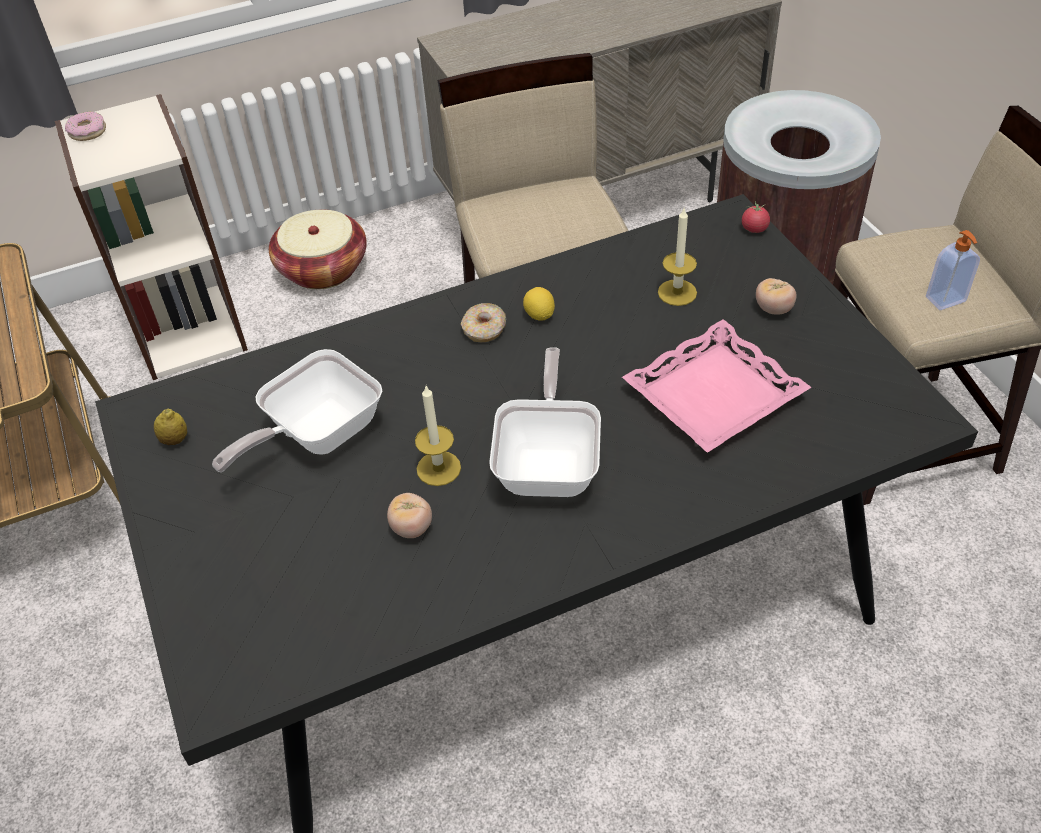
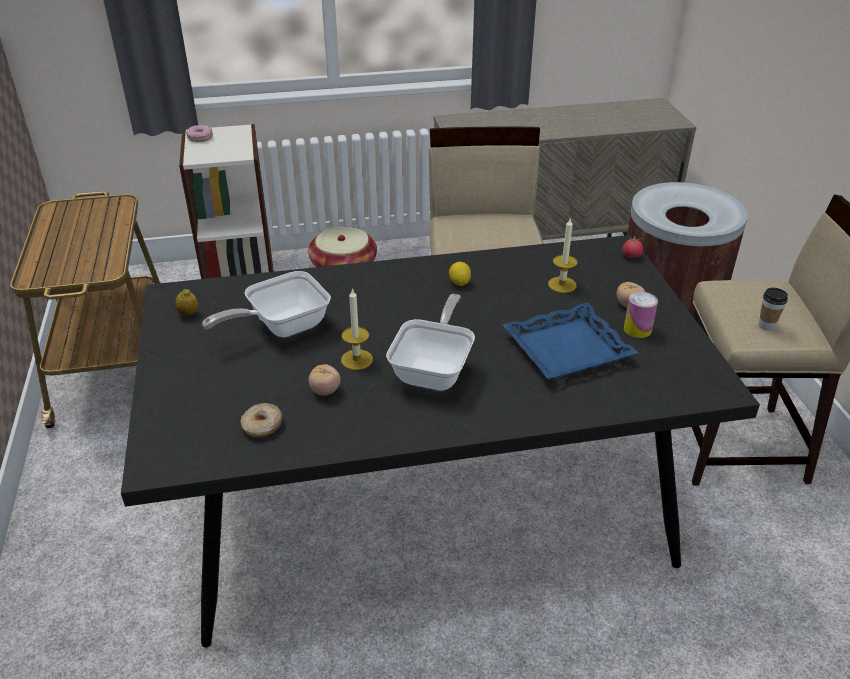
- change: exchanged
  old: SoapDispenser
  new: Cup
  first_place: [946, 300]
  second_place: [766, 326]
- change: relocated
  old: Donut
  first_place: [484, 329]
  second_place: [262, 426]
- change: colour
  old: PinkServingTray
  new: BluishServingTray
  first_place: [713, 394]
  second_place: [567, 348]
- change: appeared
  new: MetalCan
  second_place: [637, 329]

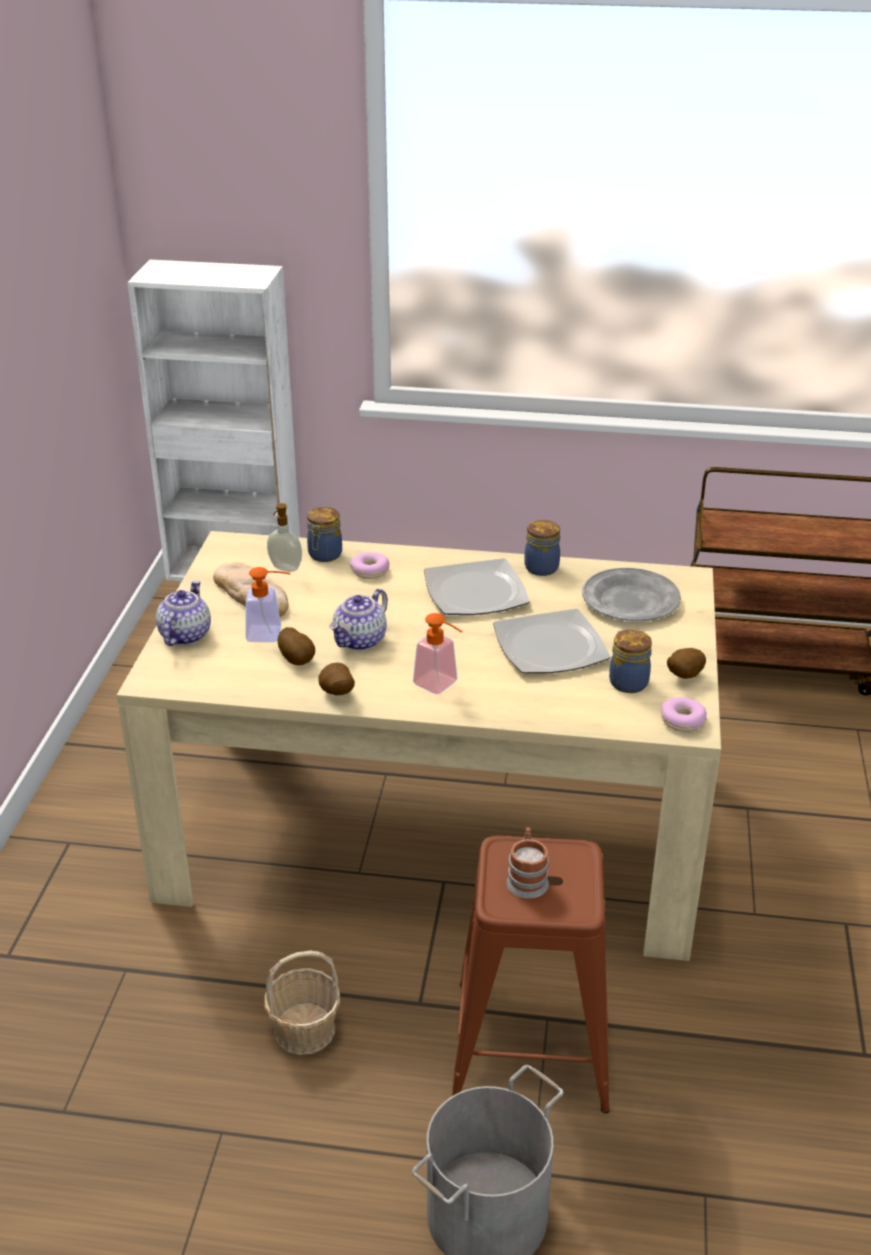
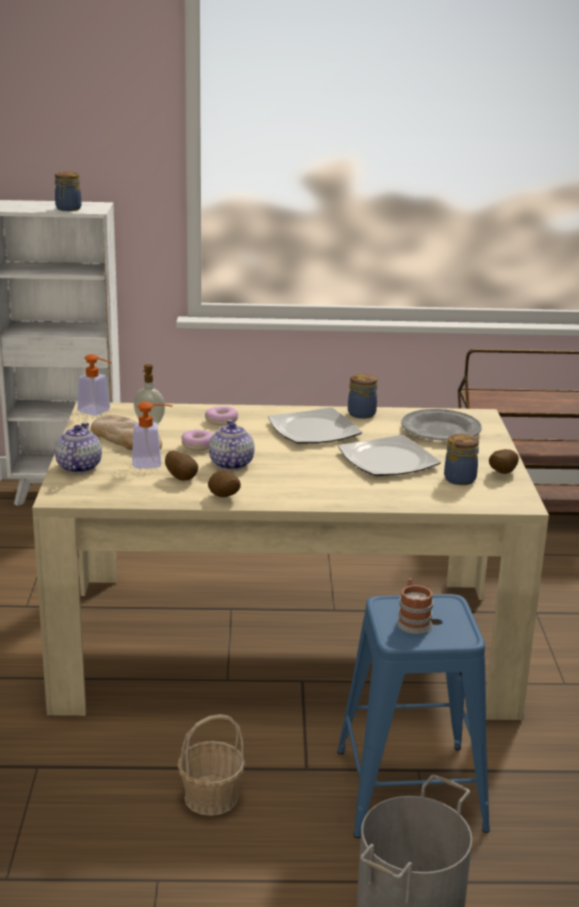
- change: relocated
  old: StorageJar
  first_place: [324, 555]
  second_place: [68, 209]
- change: spun
  old: PotForTea
  first_place: [360, 641]
  second_place: [230, 464]
  degrees: 150
- change: relocated
  old: SoapDispenser
  first_place: [441, 685]
  second_place: [98, 412]
- change: relocated
  old: Donut
  first_place: [682, 721]
  second_place: [198, 446]
- change: colour
  old: BrownColouredStoolSeat
  new: BluishStoolSeat
  first_place: [531, 1044]
  second_place: [410, 789]

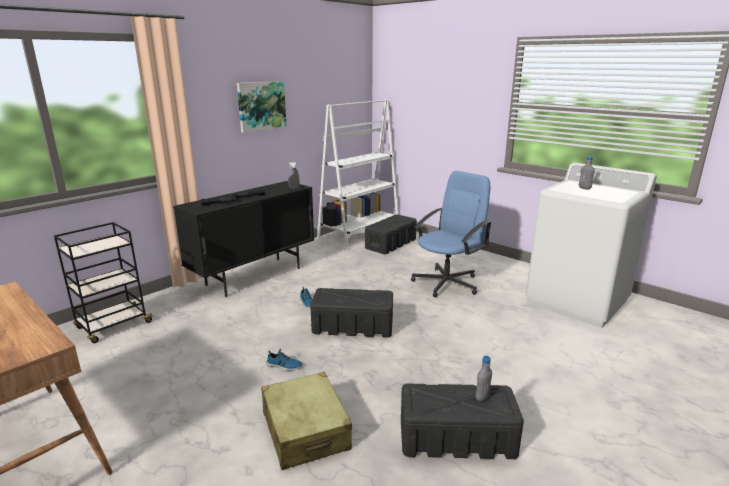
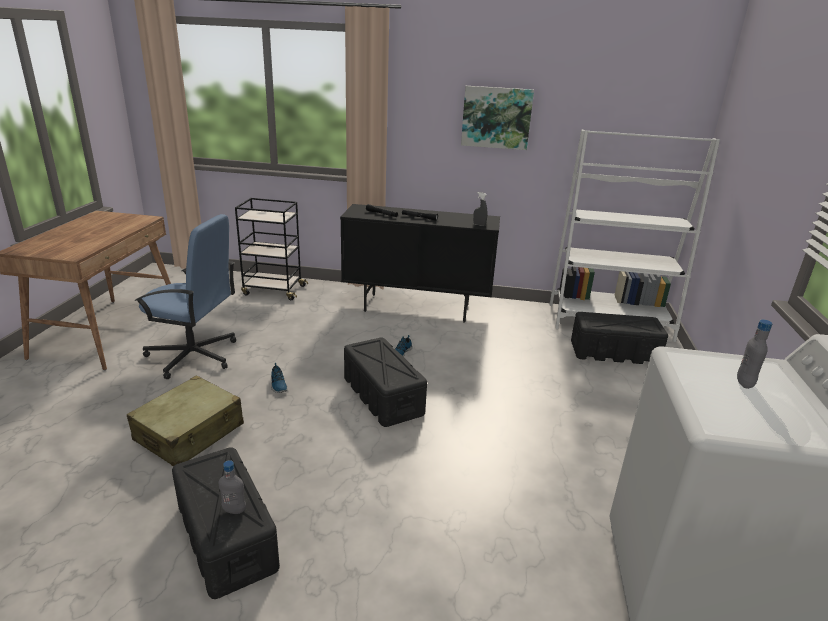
- change: relocated
  old: BluishComputerChair
  first_place: [447, 283]
  second_place: [194, 356]

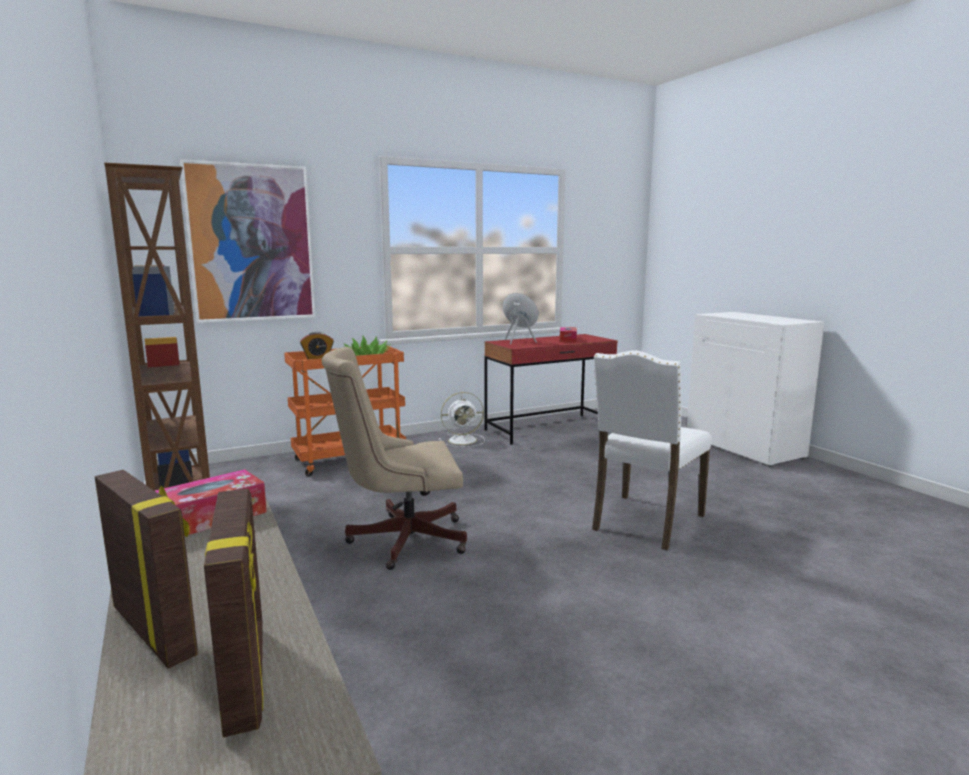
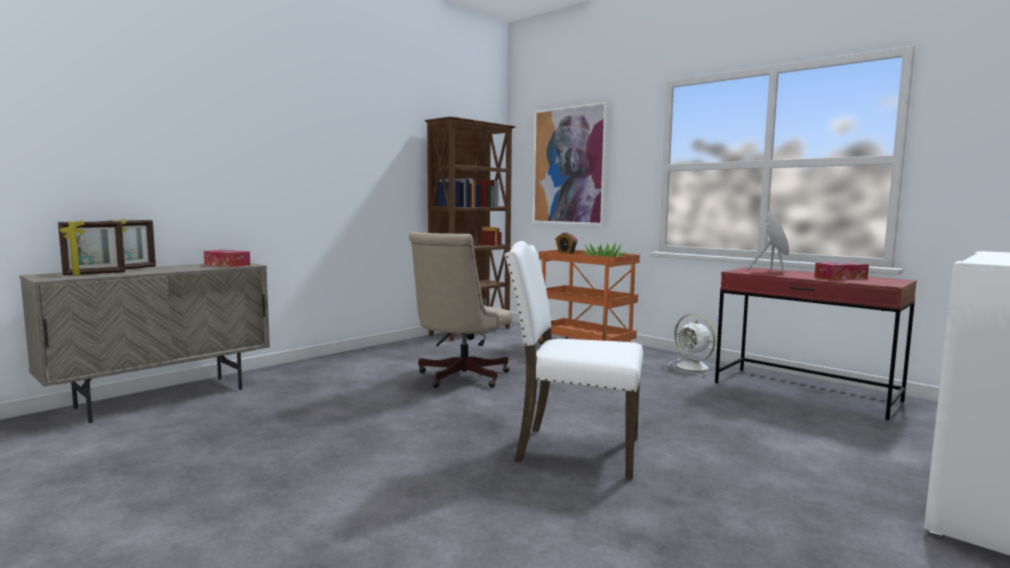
- change: spun
  old: SandColouredComputerChair
  first_place: [400, 539]
  second_place: [459, 378]
  degrees: -120

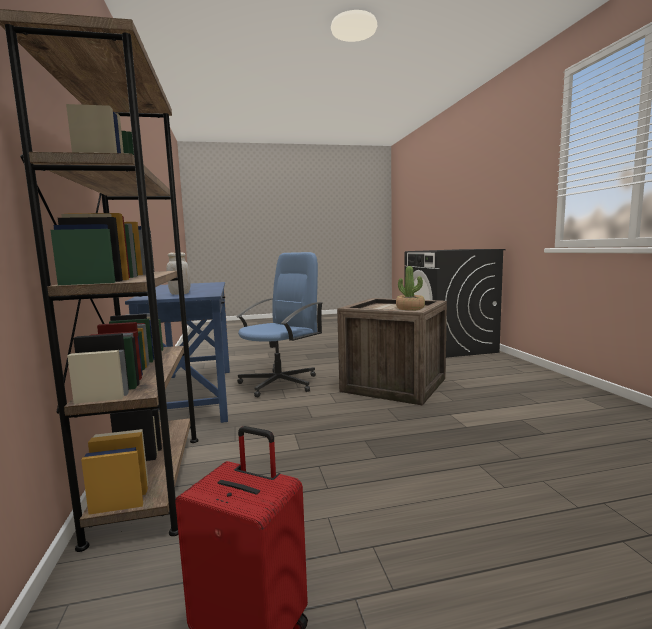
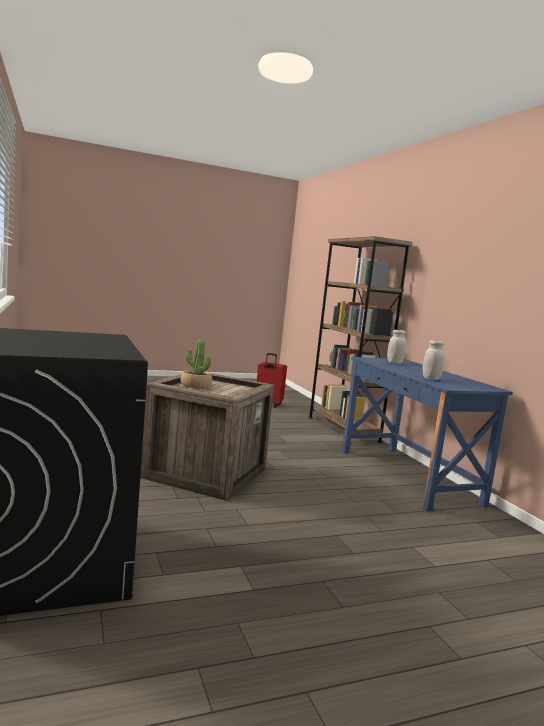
- change: missing
  old: BluishComputerChair
  first_place: [280, 383]
- change: appeared
  new: WhiteStorageJar
  second_place: [431, 379]

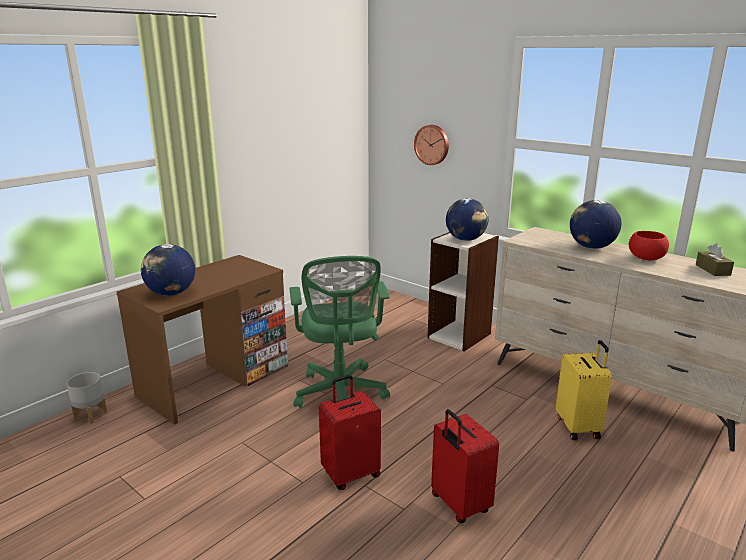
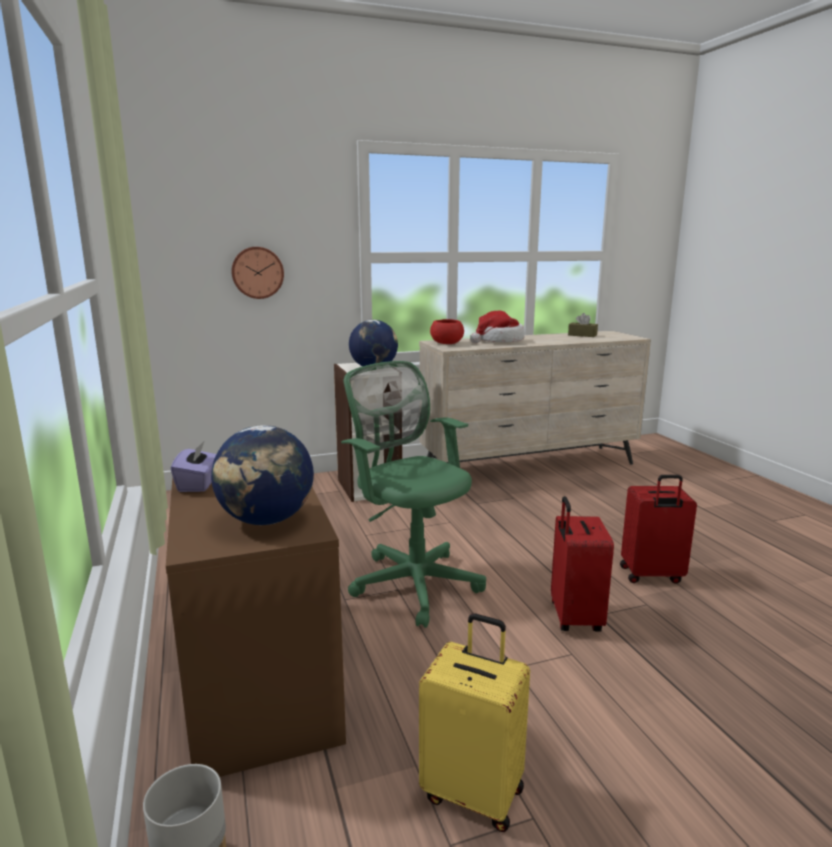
- change: exchanged
  old: WorldGlobe
  new: Hat
  first_place: [591, 247]
  second_place: [498, 341]
- change: relocated
  old: RedColouredDeepDish
  first_place: [645, 258]
  second_place: [447, 343]
- change: spun
  old: GreenColouredComputerChair
  first_place: [340, 395]
  second_place: [412, 581]
  degrees: -150
- change: relocated
  old: YellowColouredSuitcase
  first_place: [578, 427]
  second_place: [474, 792]
- change: appeared
  new: PurplishTissueBox
  second_place: [198, 484]

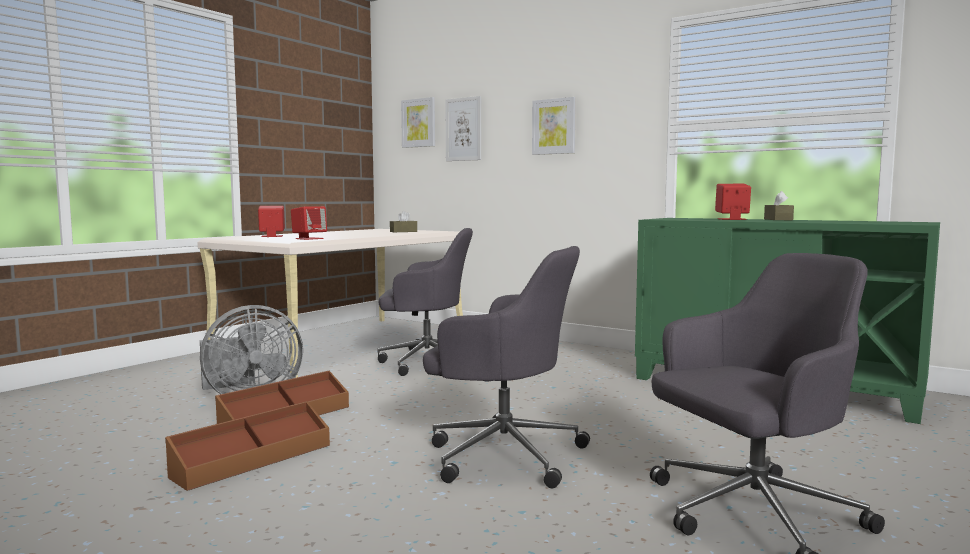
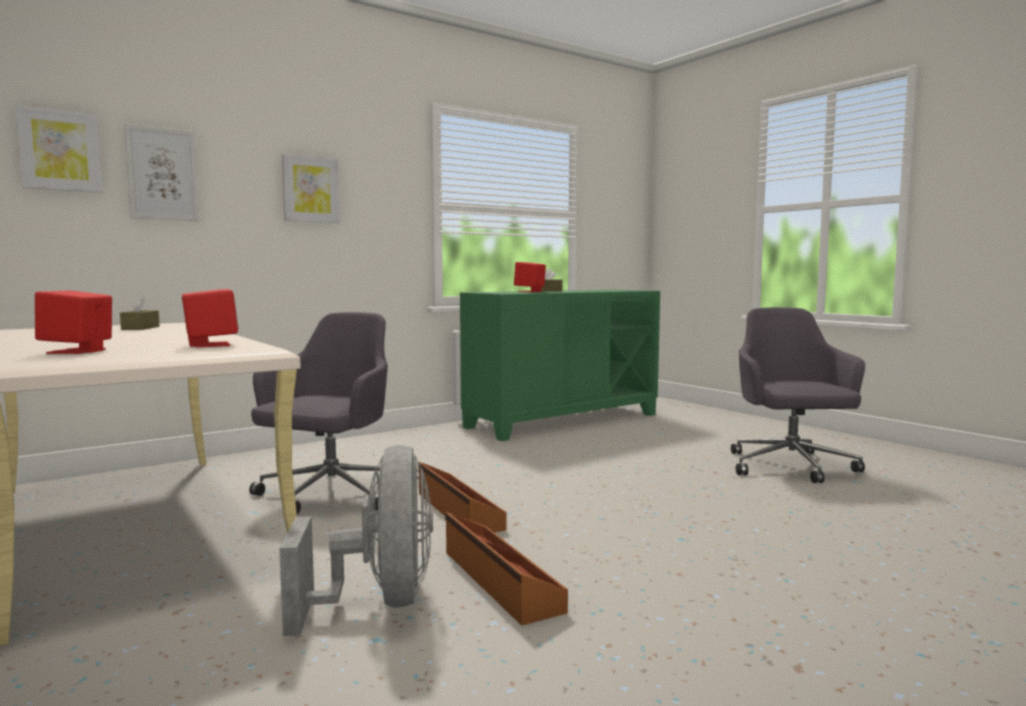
- change: missing
  old: GrayComputerChair
  first_place: [502, 454]
- change: relocated
  old: BrownColouredStorageContainer
  first_place: [252, 460]
  second_place: [457, 511]

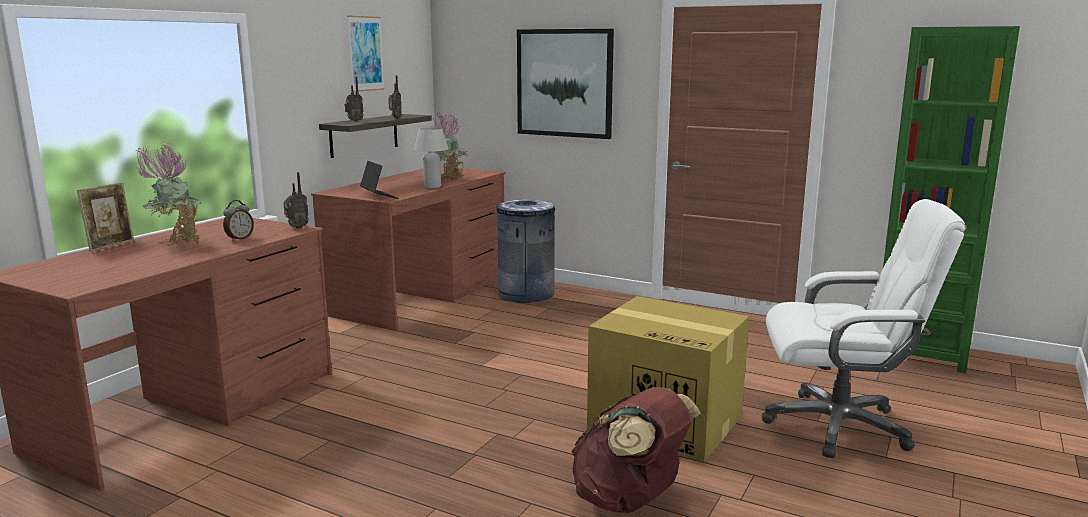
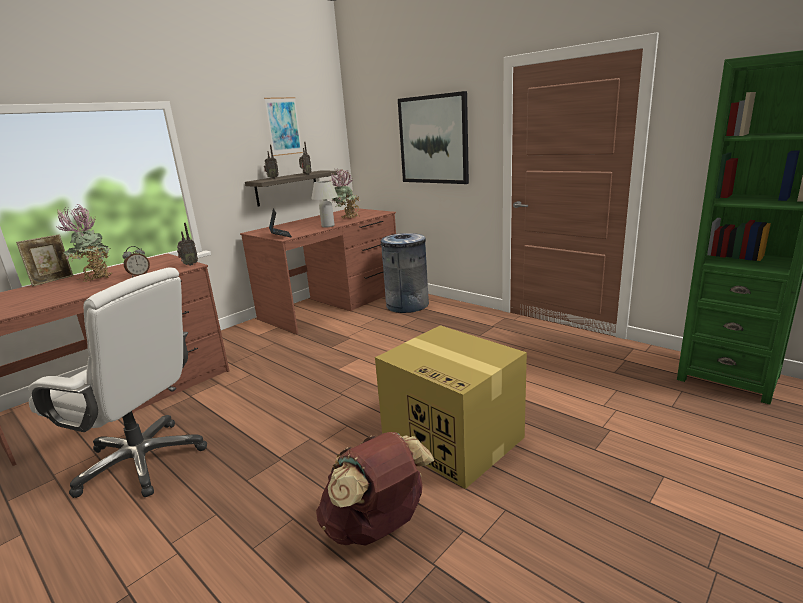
- change: relocated
  old: WhiteComputerChair
  first_place: [838, 426]
  second_place: [143, 461]

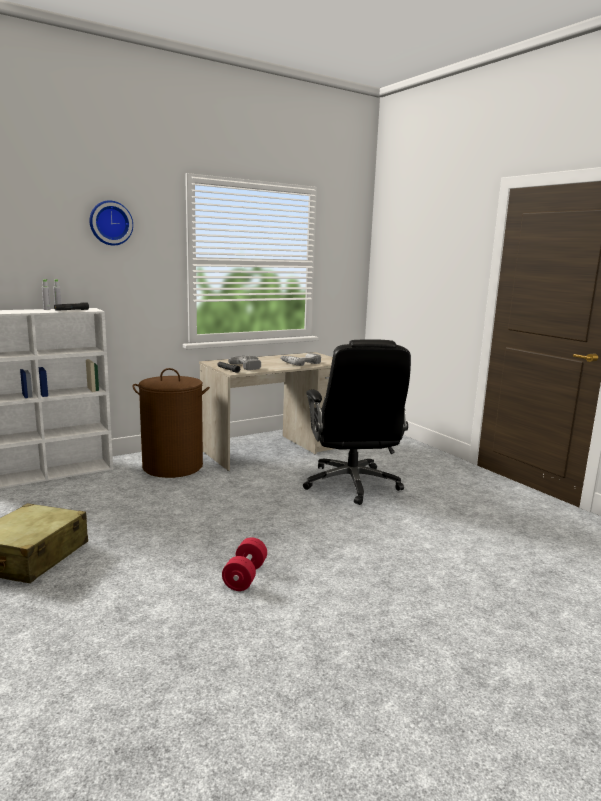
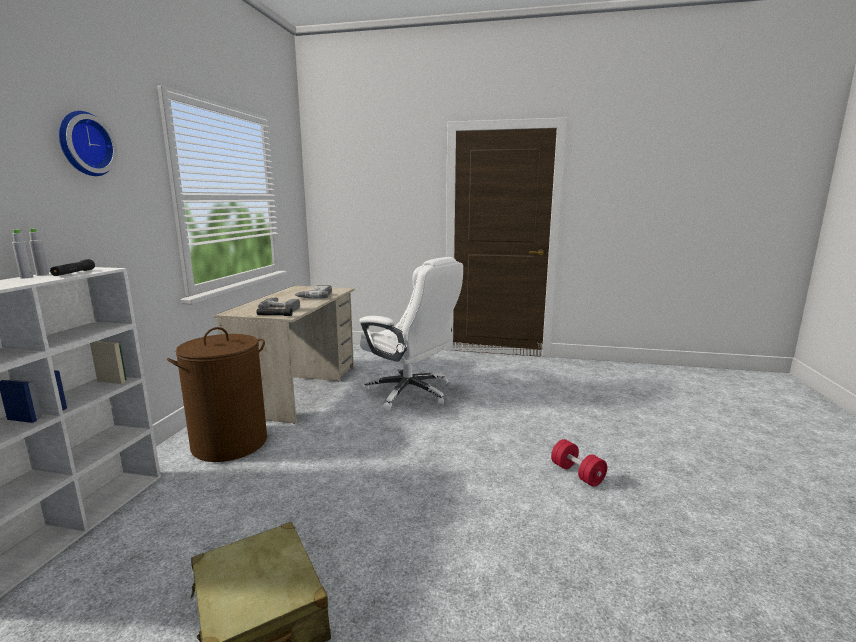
- change: colour
  old: BlackishComputerChair
  new: WhiteComputerChair
  first_place: [352, 484]
  second_place: [410, 393]
- change: relocated
  old: RedColouredDumbbell
  first_place: [245, 576]
  second_place: [577, 474]

